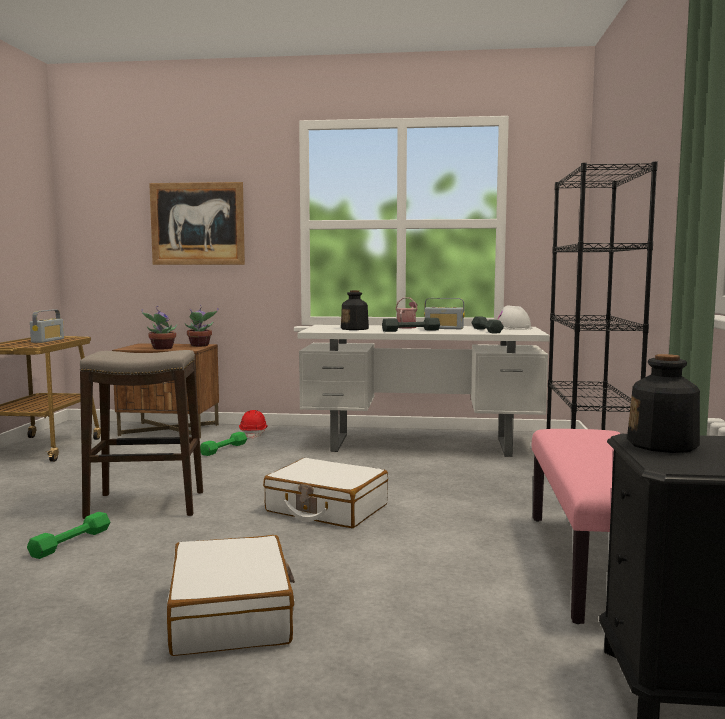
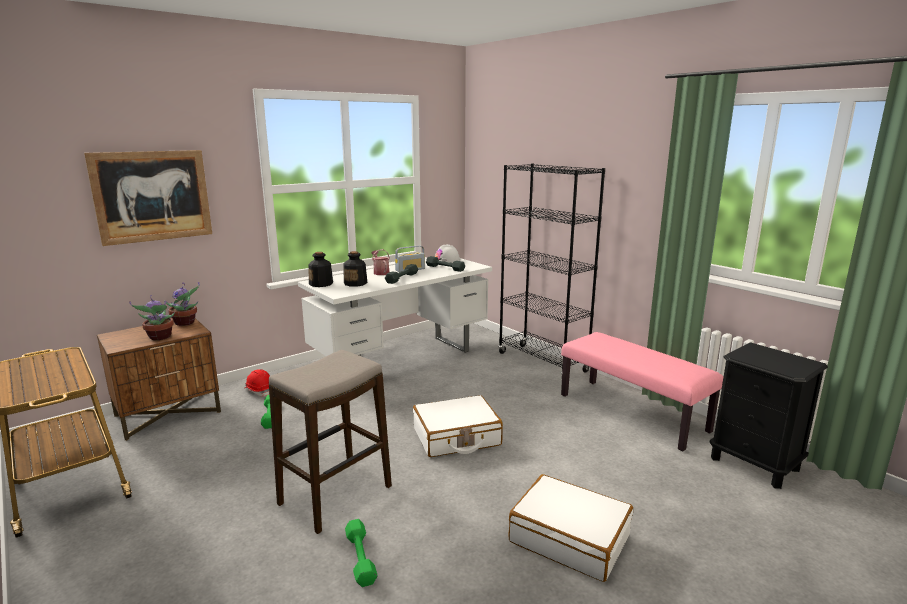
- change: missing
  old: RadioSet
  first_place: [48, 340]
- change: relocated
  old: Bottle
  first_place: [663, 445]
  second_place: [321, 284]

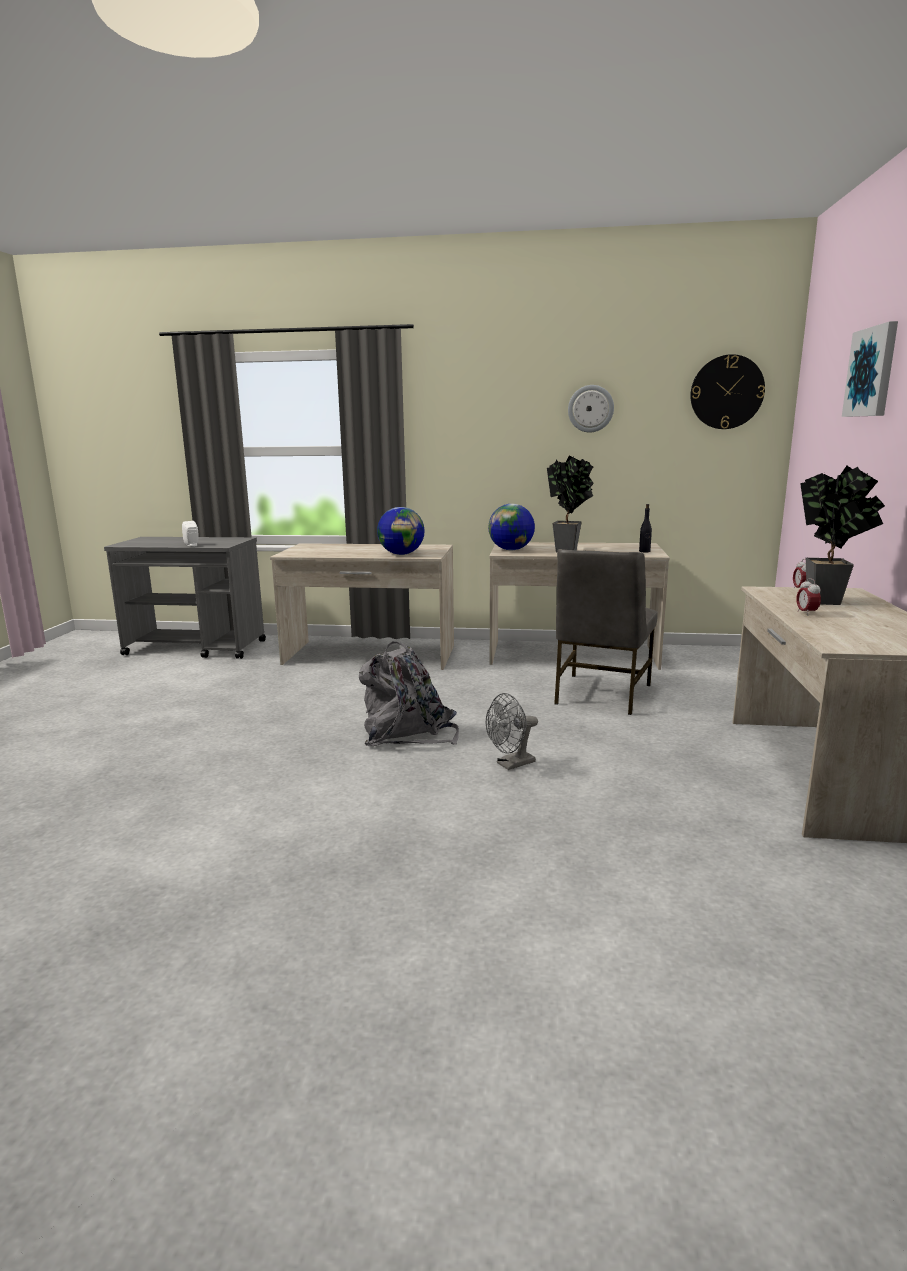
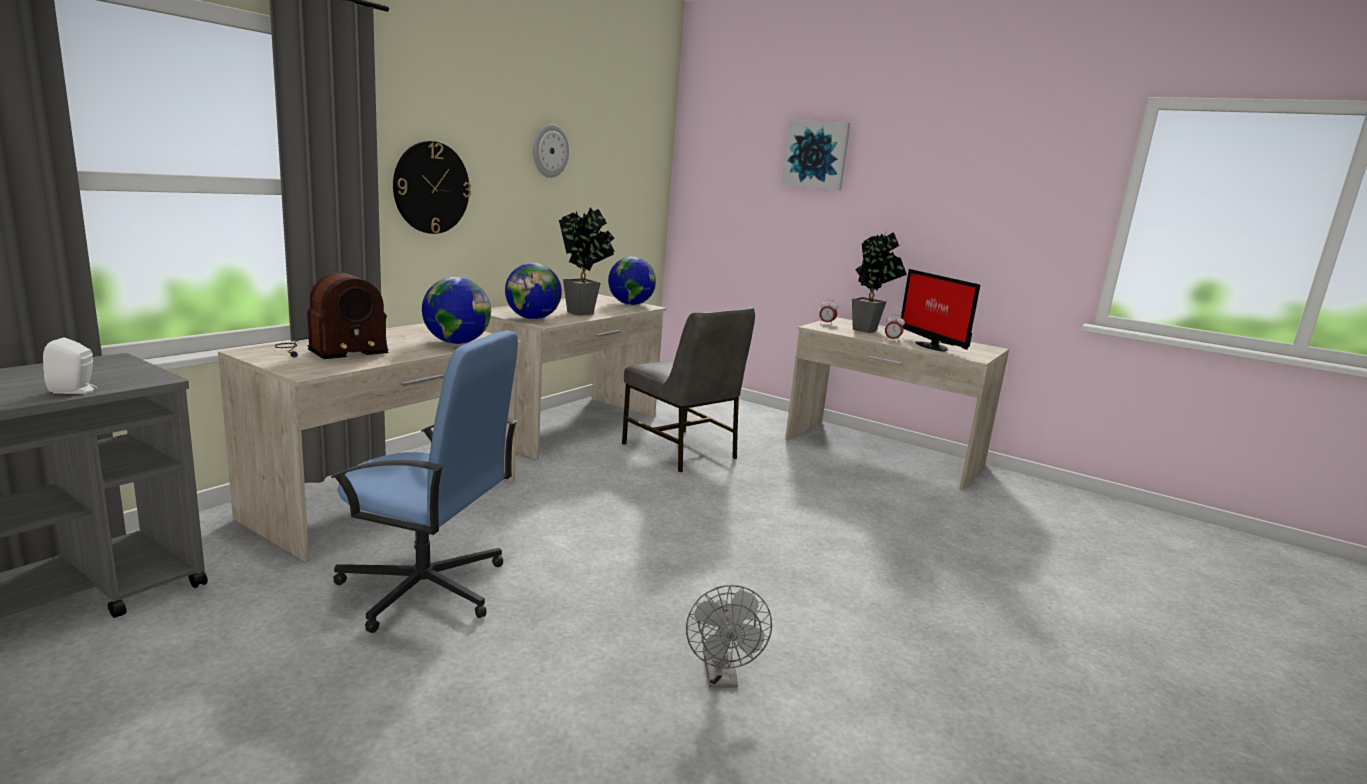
- change: relocated
  old: ClockOnTheWall
  first_place: [727, 392]
  second_place: [431, 188]
- change: exchanged
  old: BlackishBottle
  new: WorldGlobe
  first_place: [644, 551]
  second_place: [630, 304]
- change: missing
  old: GrayRucksack
  first_place: [407, 733]
- change: relocated
  old: GrayElectricFan
  first_place: [511, 764]
  second_place: [722, 678]
- change: appeared
  new: Monitor
  second_place: [931, 346]
- change: appeared
  new: RadioSet
  second_place: [330, 350]
- change: appeared
  new: BluishComputerChair
  second_place: [425, 588]

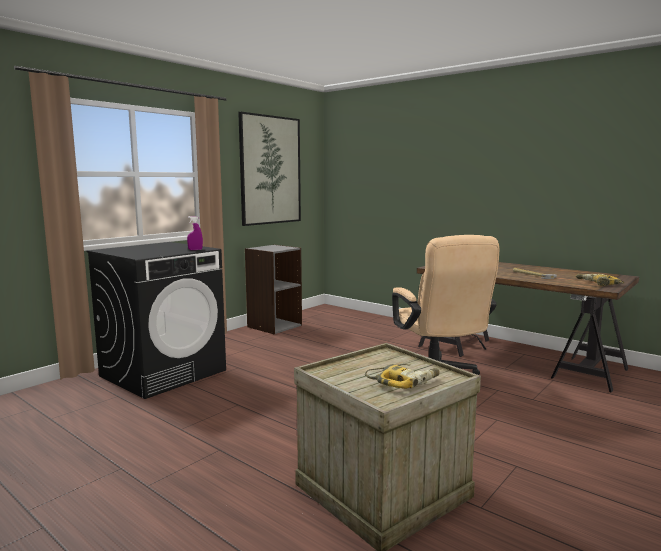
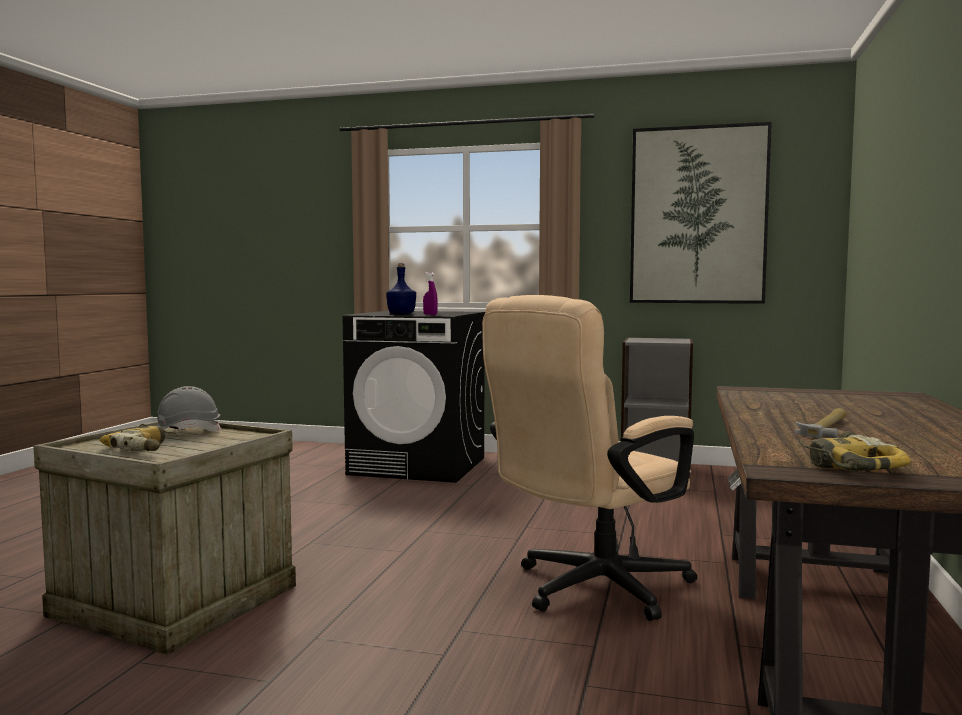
- change: appeared
  new: BluishBottle
  second_place: [402, 314]
- change: appeared
  new: GraySafetyHelmet
  second_place: [184, 433]

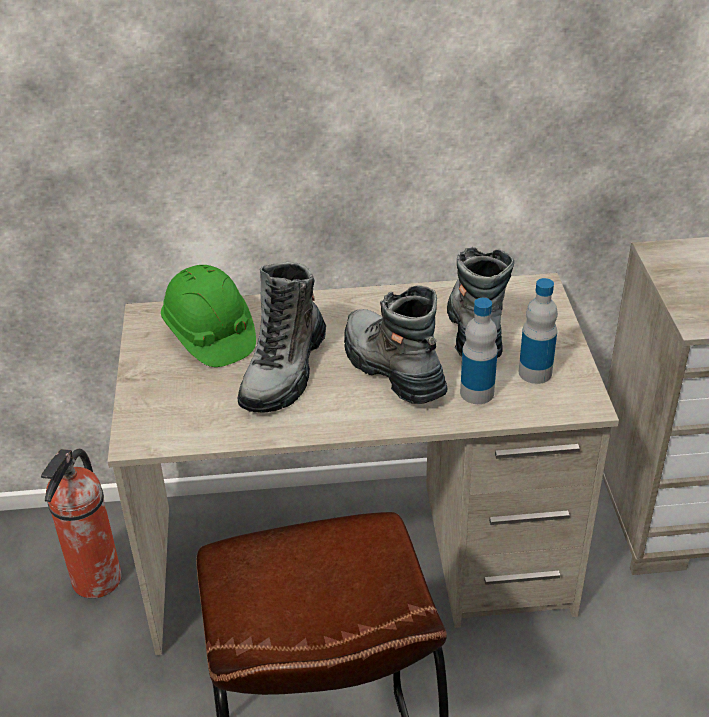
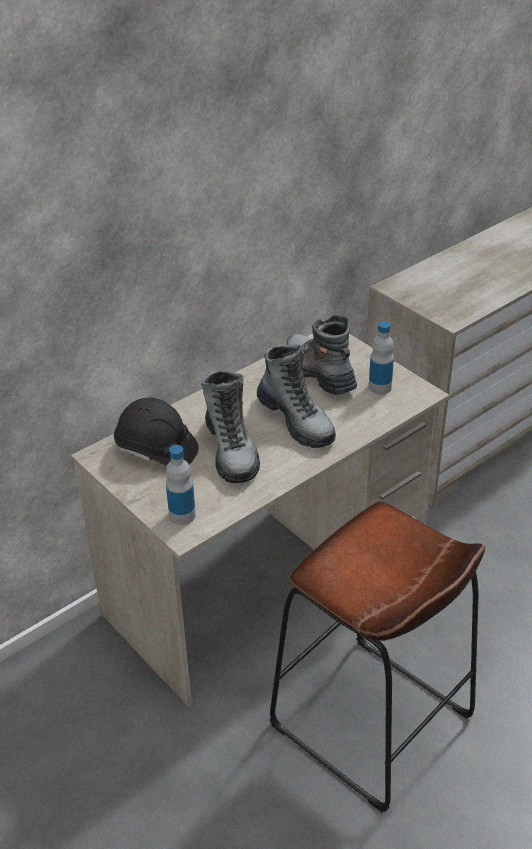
- change: colour
  old: GreenColouredSafetyHelmet
  new: BlackishSafetyHelmet
  first_place: [209, 335]
  second_place: [156, 450]
- change: spun
  old: TallBoot
  first_place: [392, 369]
  second_place: [296, 420]
  degrees: -150
- change: relocated
  old: Bottle
  first_place: [477, 393]
  second_place: [182, 515]
- change: missing
  old: Extinguisher
  first_place: [95, 581]

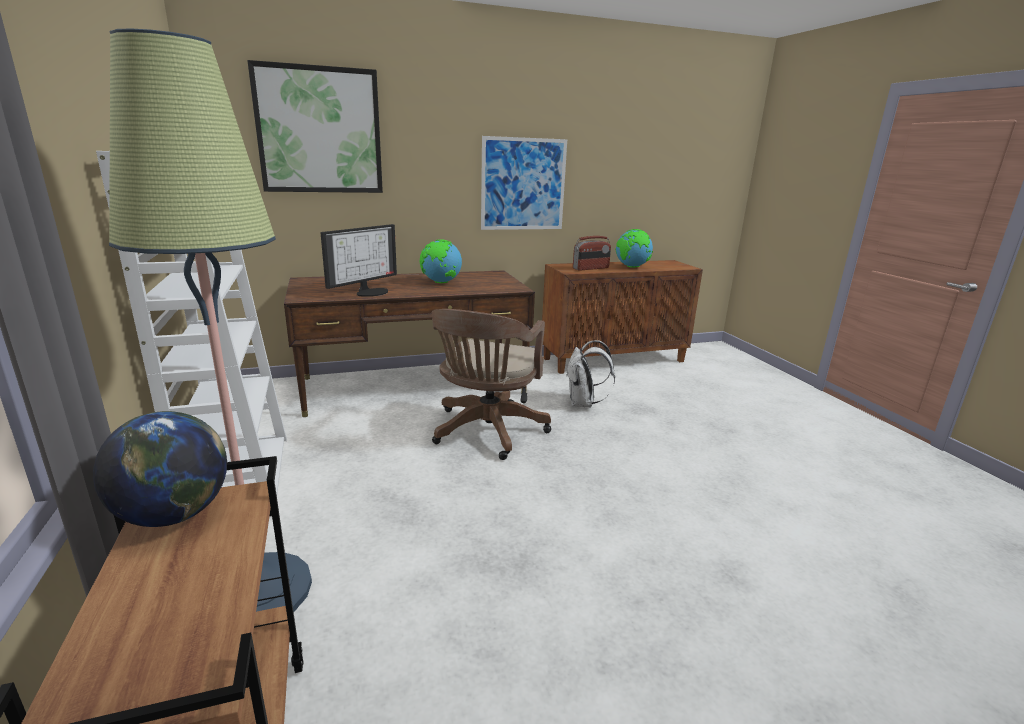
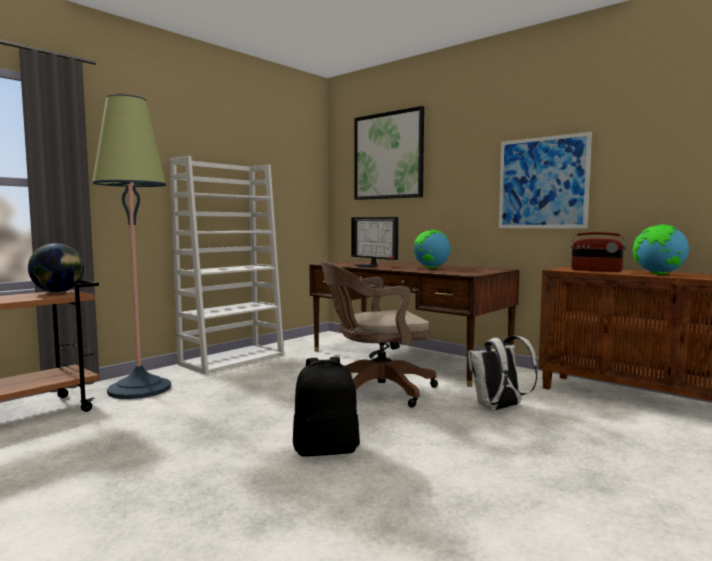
- change: spun
  old: Monitor
  first_place: [370, 292]
  second_place: [368, 266]
  degrees: 45
- change: appeared
  new: BlackishRucksack
  second_place: [326, 449]

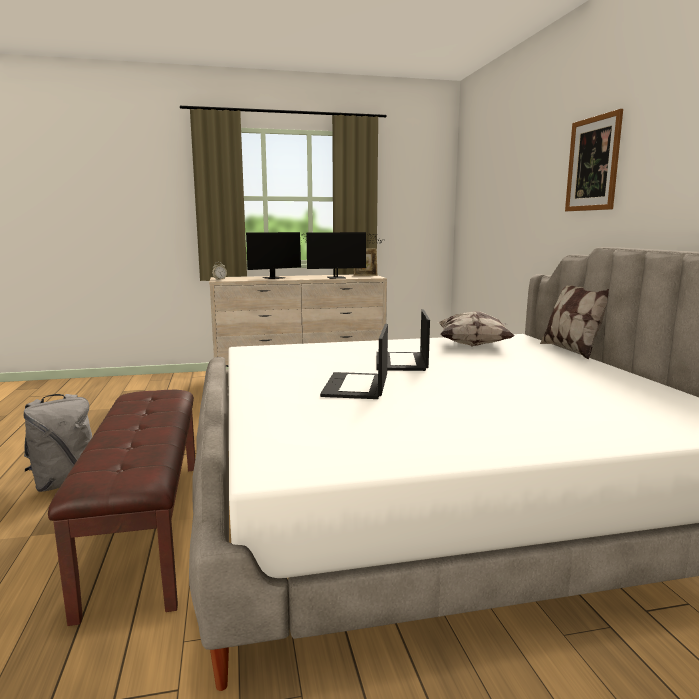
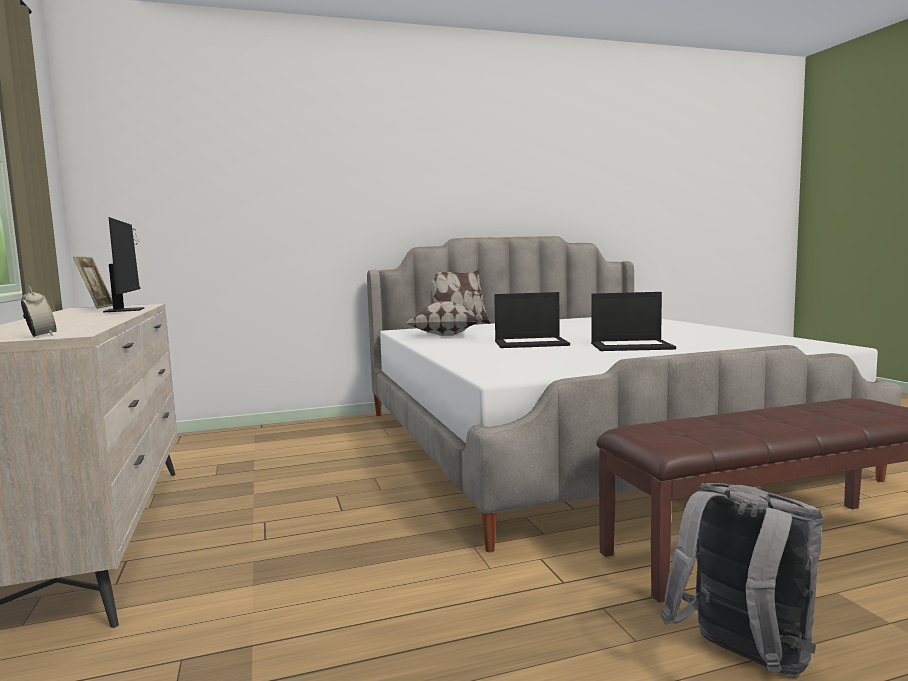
- change: missing
  old: Picture
  first_place: [593, 164]
- change: missing
  old: Monitor
  first_place: [277, 277]

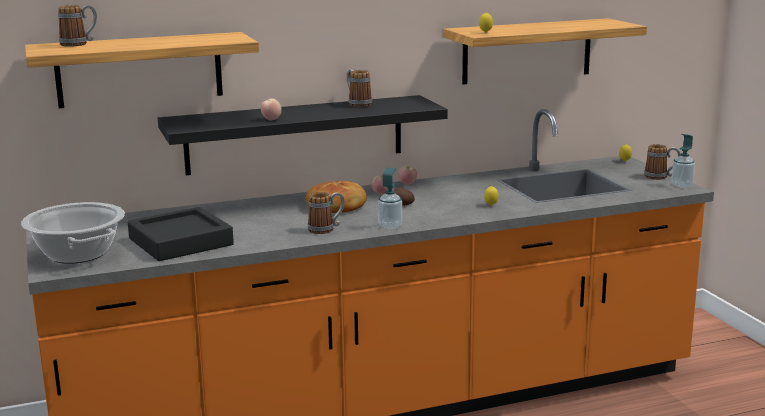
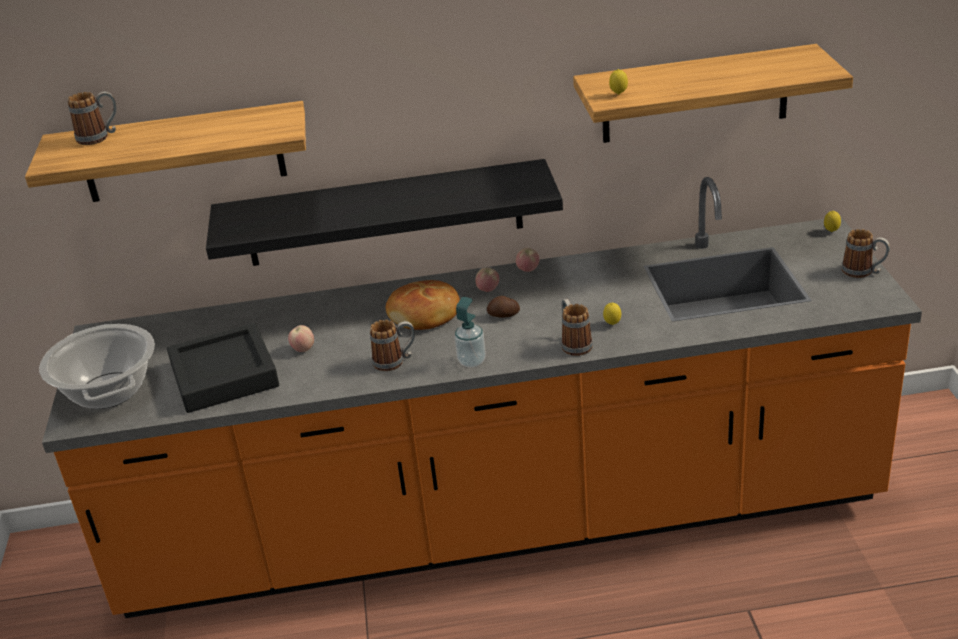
- change: relocated
  old: TeaMug
  first_place: [357, 104]
  second_place: [574, 343]
- change: relocated
  old: AppleFruit
  first_place: [271, 119]
  second_place: [303, 349]
- change: missing
  old: SoapDispenser
  first_place: [682, 185]

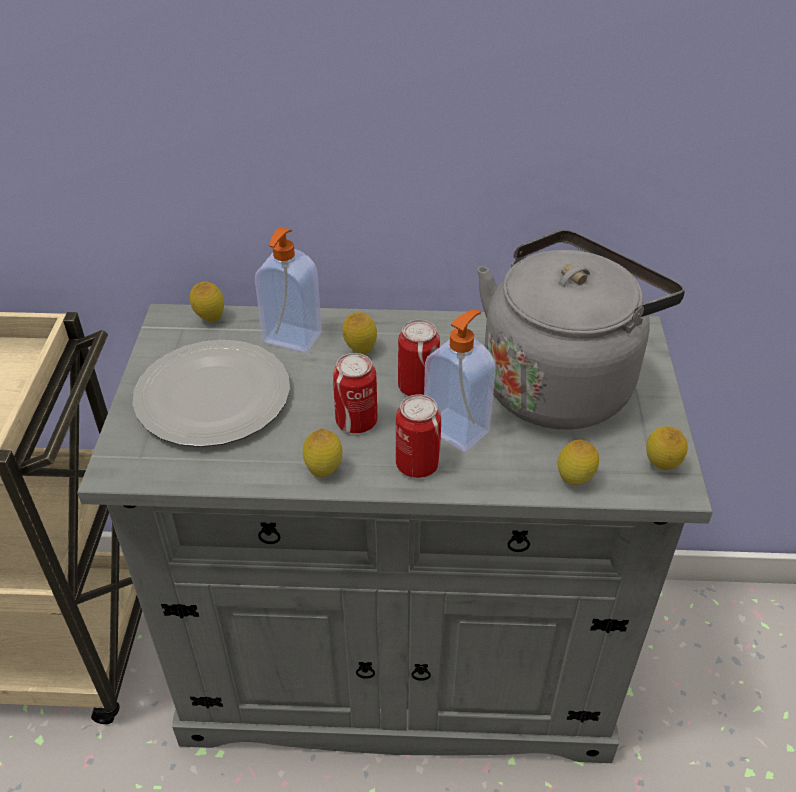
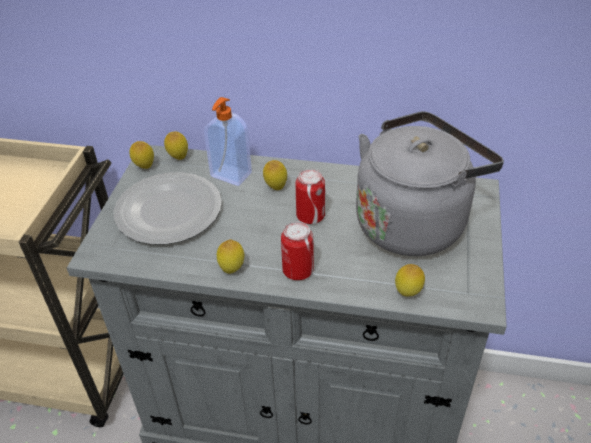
- change: missing
  old: SoapDispenser
  first_place: [457, 429]
- change: missing
  old: MetalCan
  first_place: [356, 421]
- change: relocated
  old: CitrusFruit
  first_place: [661, 467]
  second_place: [144, 167]

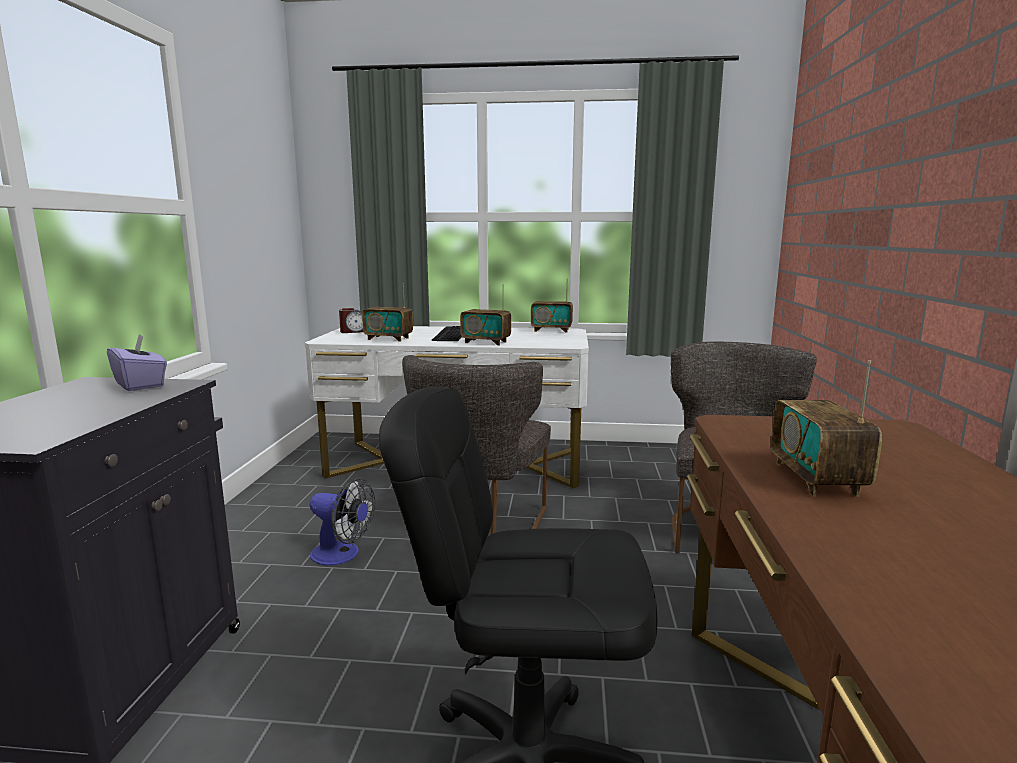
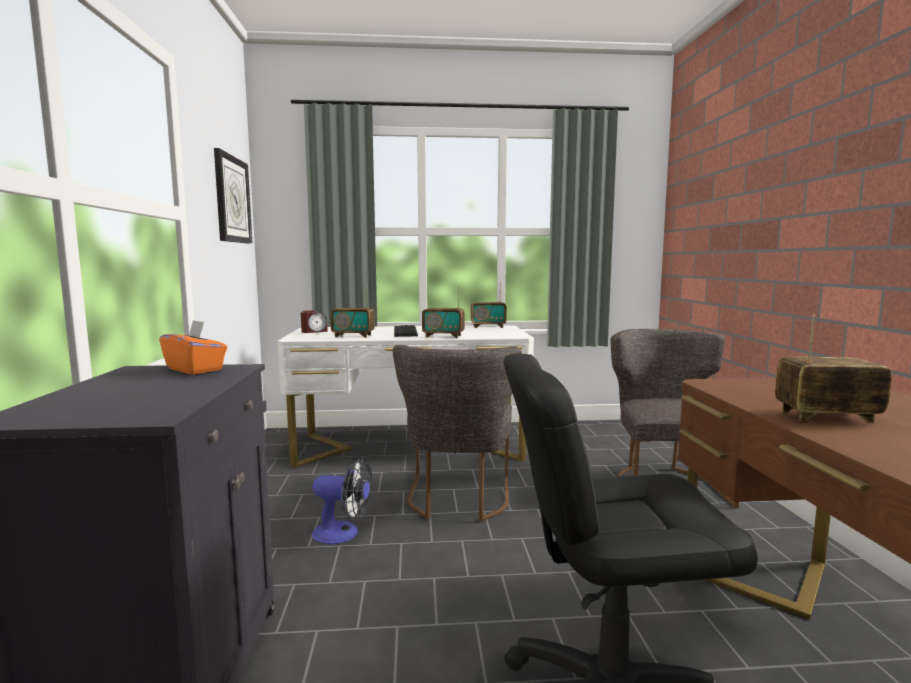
- change: colour
  old: PurplishTissueBox
  new: OrangeColouredTissueBox
  first_place: [140, 384]
  second_place: [195, 369]
- change: spun
  old: RadioSet
  first_place: [817, 479]
  second_place: [826, 417]
  degrees: 105
- change: appeared
  new: ClockOnTheWall
  second_place: [232, 200]

